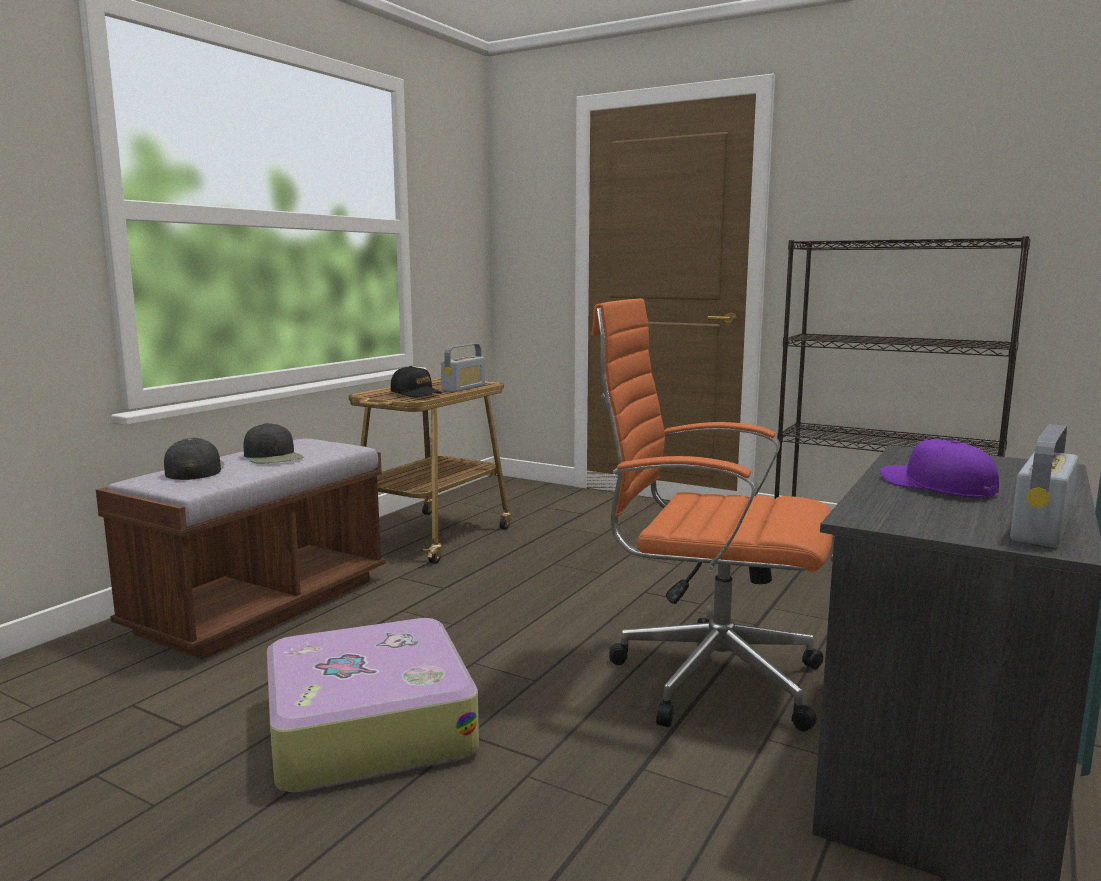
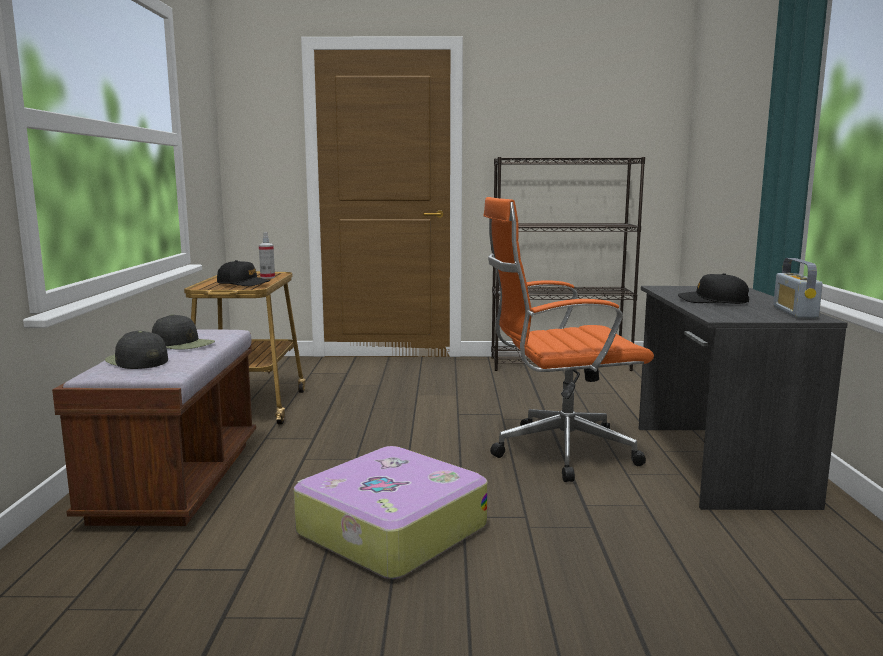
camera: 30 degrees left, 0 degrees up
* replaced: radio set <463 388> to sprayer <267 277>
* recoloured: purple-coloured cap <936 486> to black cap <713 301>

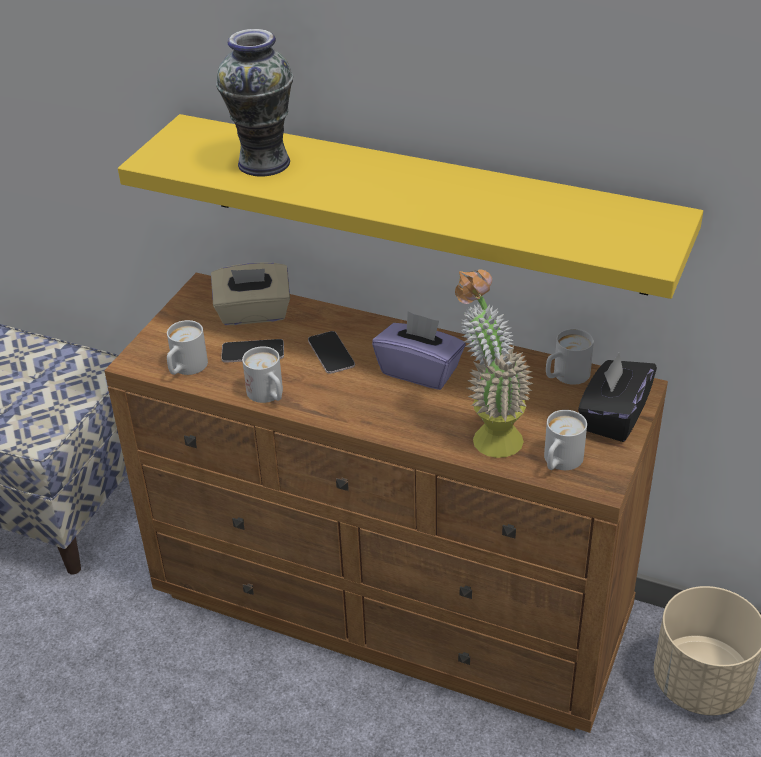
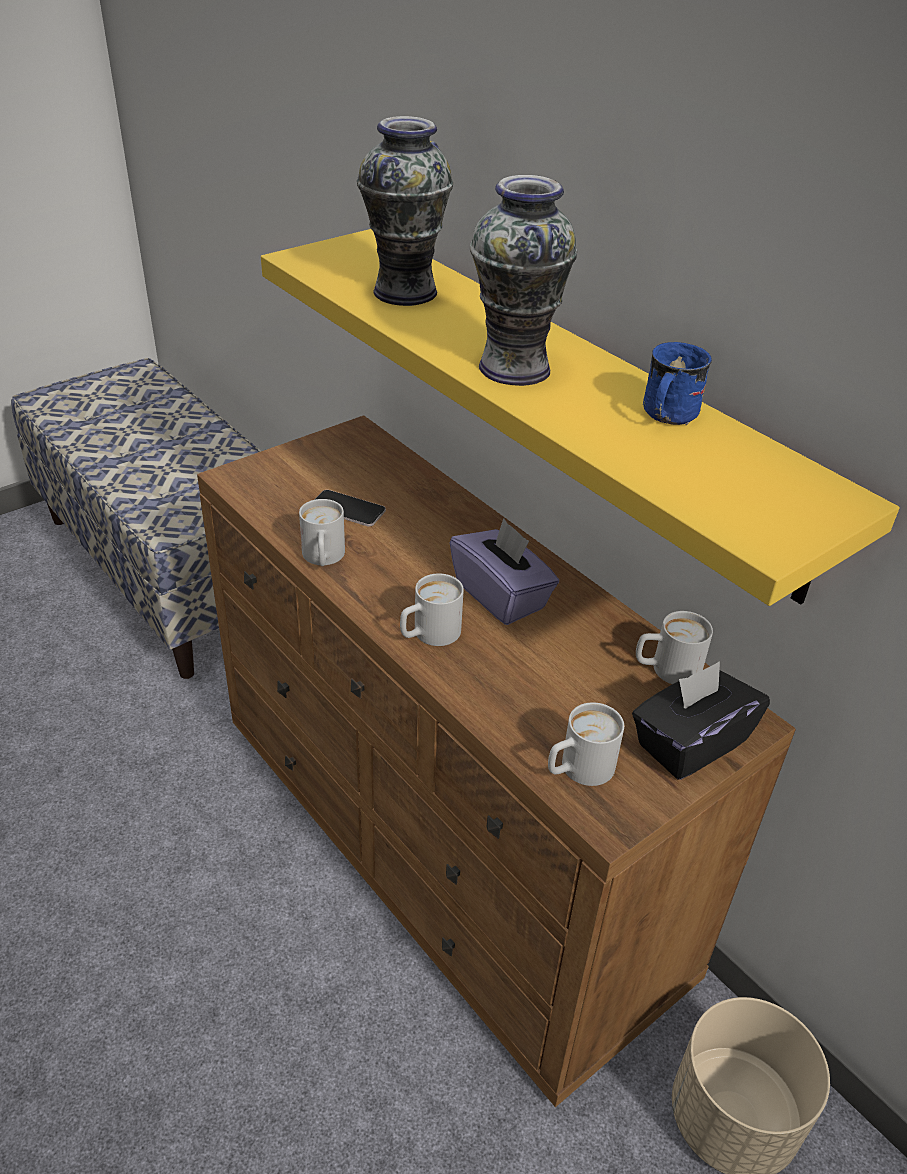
camera: 25 degrees right, 0 degrees up
* removed: beige tissue box <253 314>
* removed: handset <331 353>
* removed: potted plant <488 434>
* added: flower vase <515 368>
* added: bluish coffee mug <665 416>
* moved: white coffee mug <185 369> to <428 635>

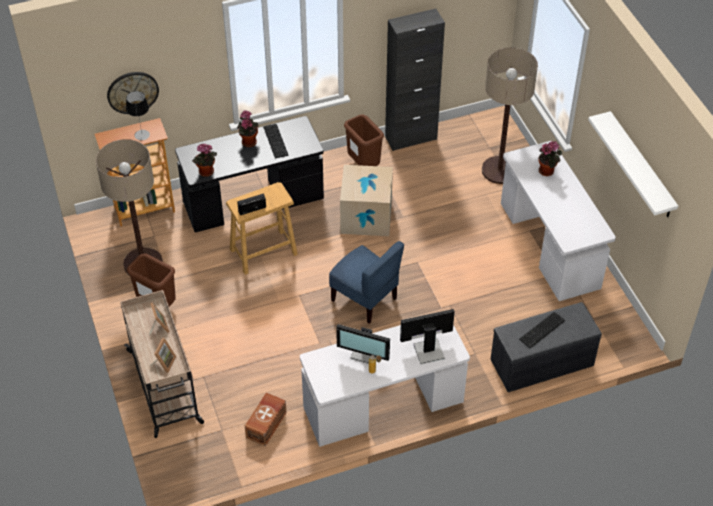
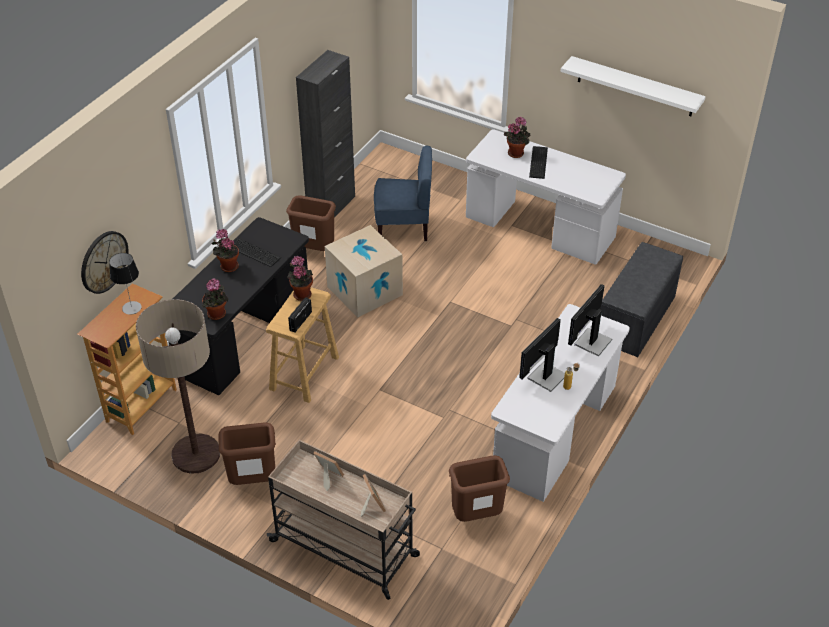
camera: 40 degrees left, 5 degrees down
* removed: floor lamp <499 170>
* added: potted plant <301 294>
* moved: bluish plain chair <365 299> to <403 227>
* moved: PC keyboard <543 330> to <539 162>
* replaced: brown-coloured storage box <267 424> to brown-coloured trash can <476 516>
* turned: computer display <366 353> = <545 376> 150 degrees clockwise

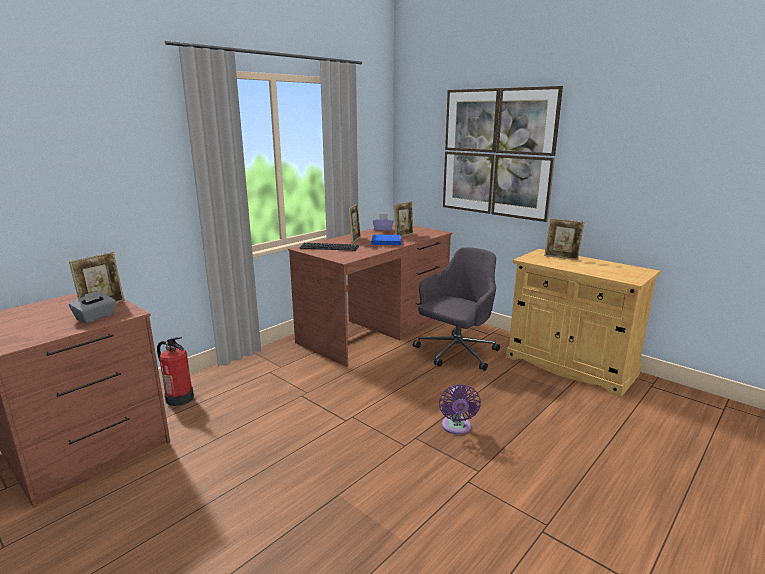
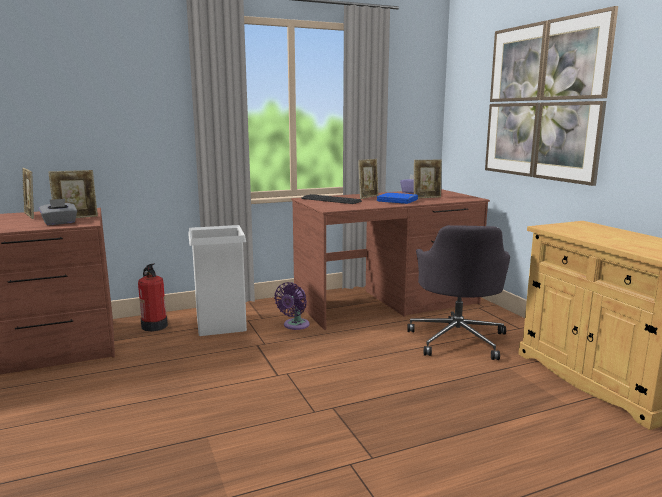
camera: 25 degrees right, 5 degrees down
* added: white trash can <221 325>
* moved: purple-coloured fan <456 428> to <295 325>
* moved: photo frame <561 257> to <31 216>
* turned: greyish office chair <456 353> = <457 339> 120 degrees clockwise

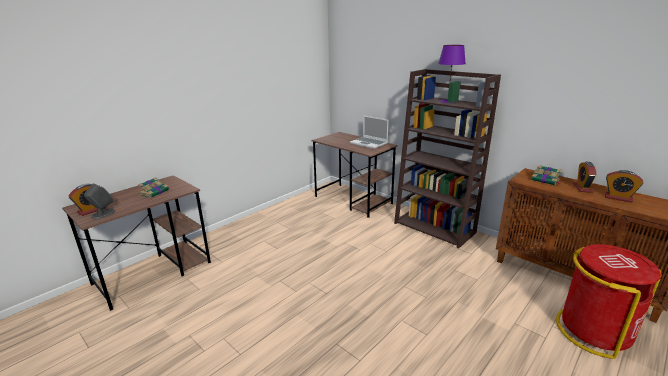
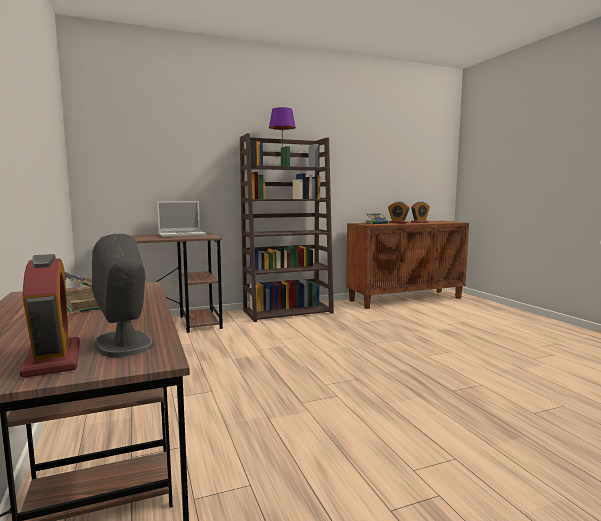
camera: 65 degrees left, 15 degrees down
* removed: red-coloured trash can <593 331>

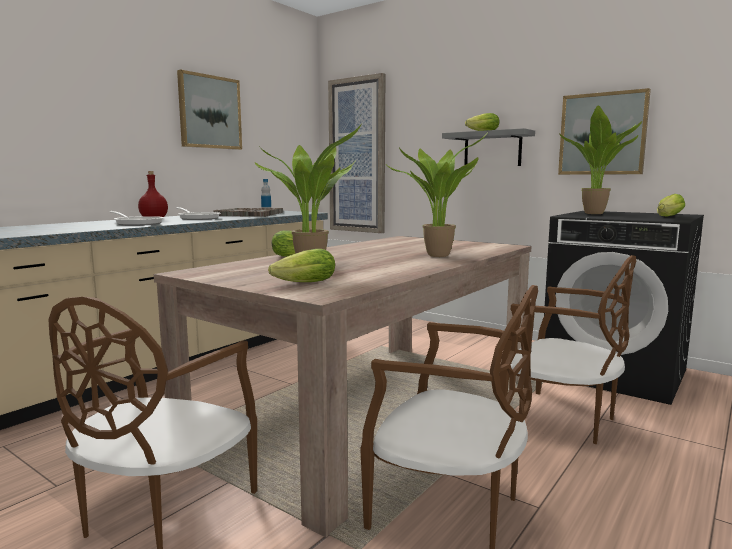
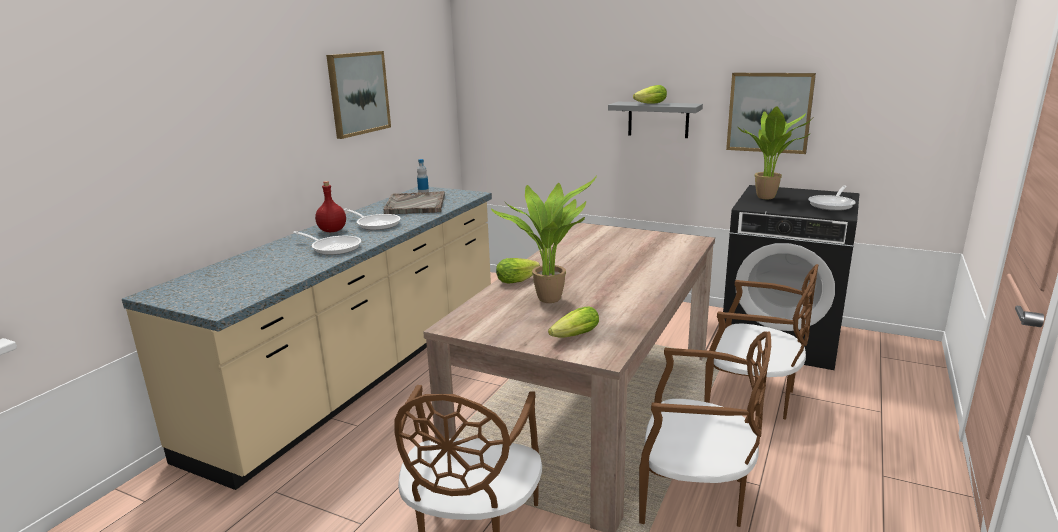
camera: 10 degrees left, 10 degrees up
* removed: picture <357 156>
* removed: potted plant <439 255>
* replaced: head of lettuce <667 217> to pan <832 204>

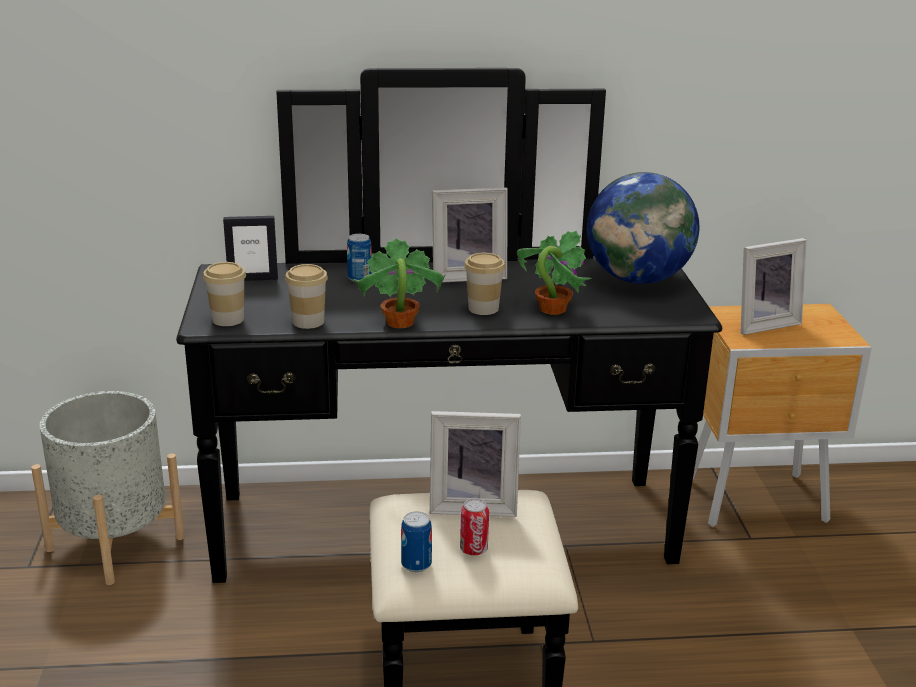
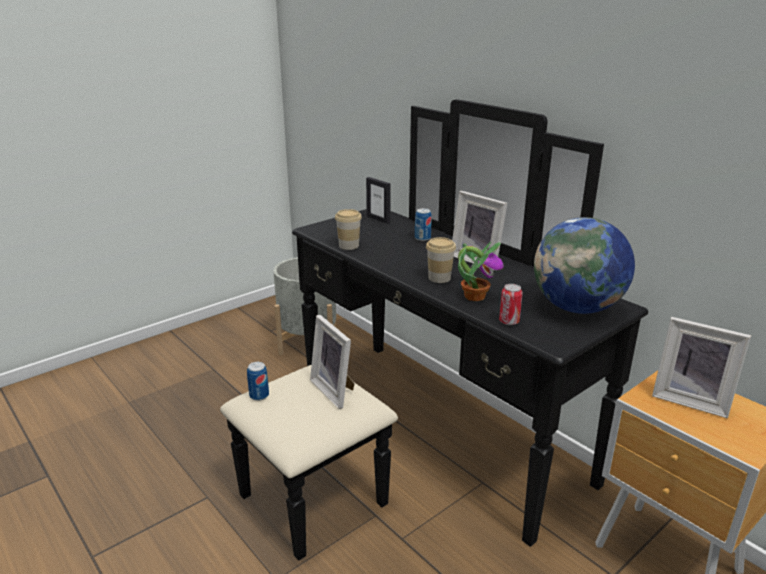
camera: 55 degrees right, 0 degrees up
* removed: cup <228 319>
* removed: potted plant <399 323>
* moved: metal can <473 549> to <509 322>

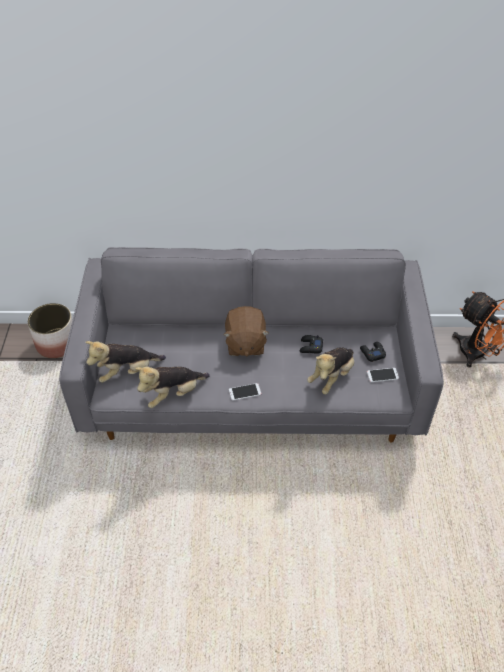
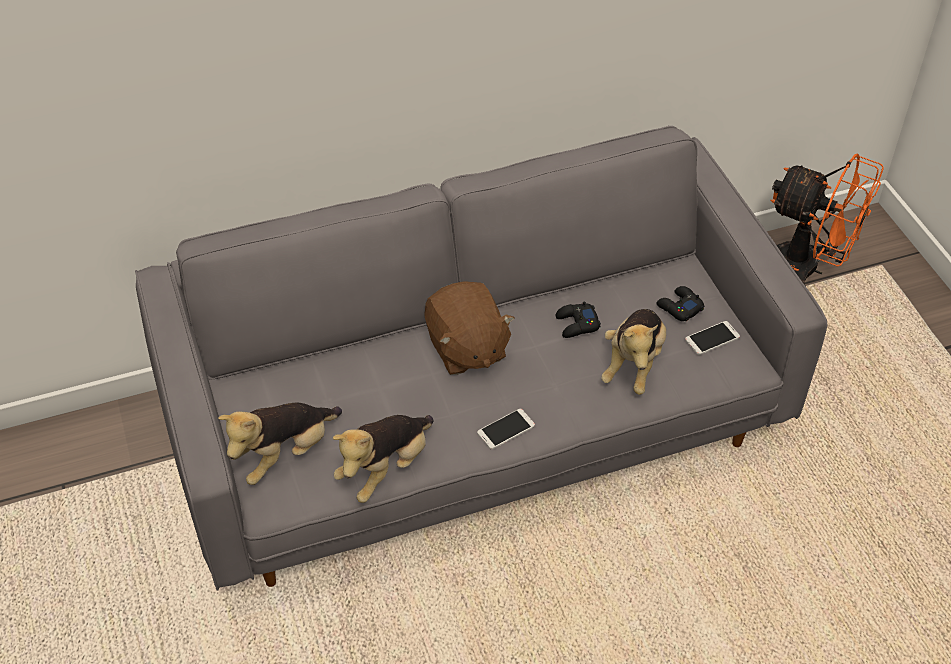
camera: 20 degrees left, 0 degrees up
* removed: flower pot <57 343>

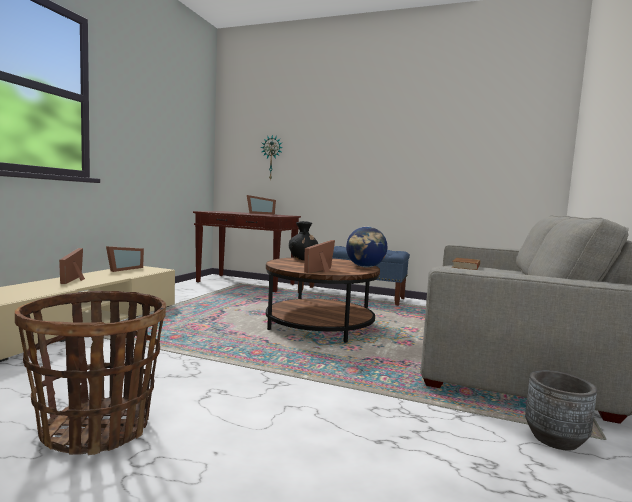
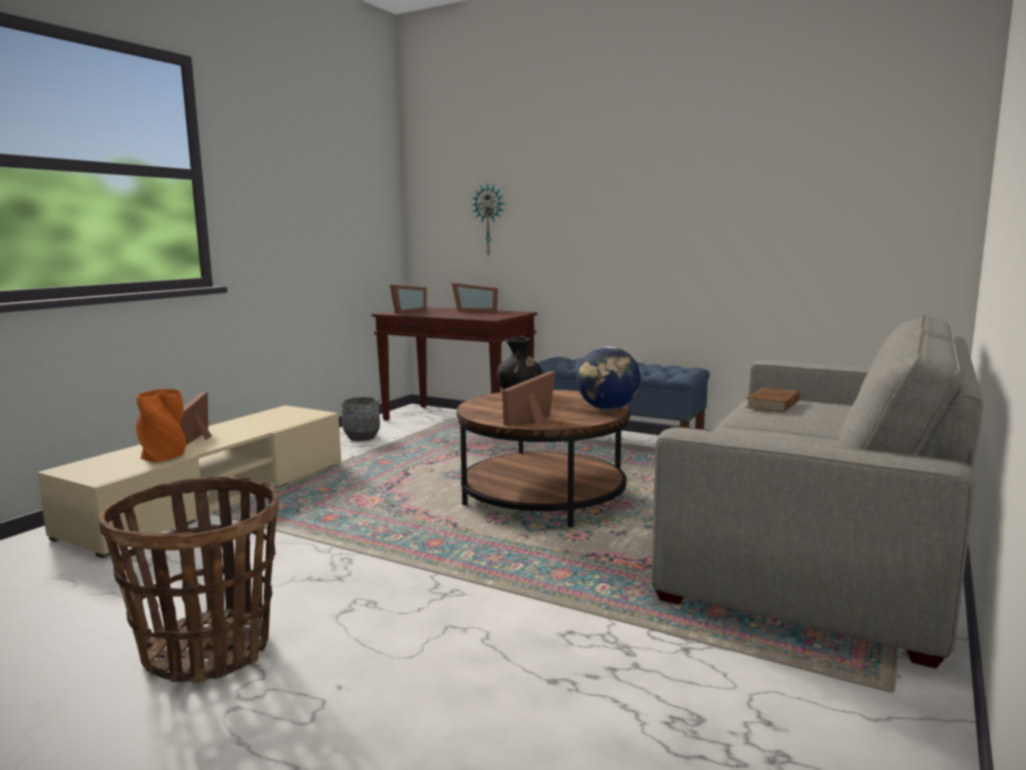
camera: 10 degrees right, 5 degrees up
* added: orange flower vase <164 456>
* moved: photo frame <123 269> to <406 311>
* moved: greyish flower pot <555 438> to <362 437>

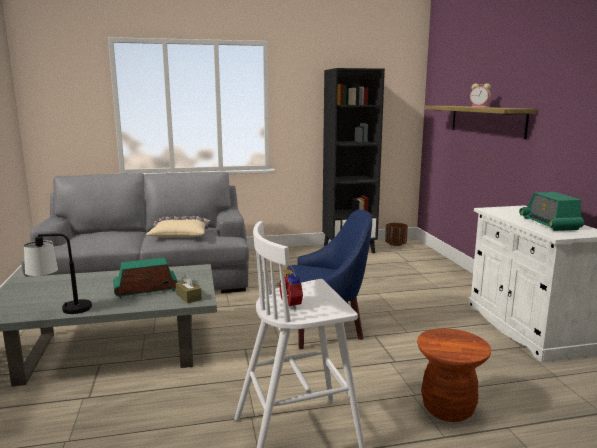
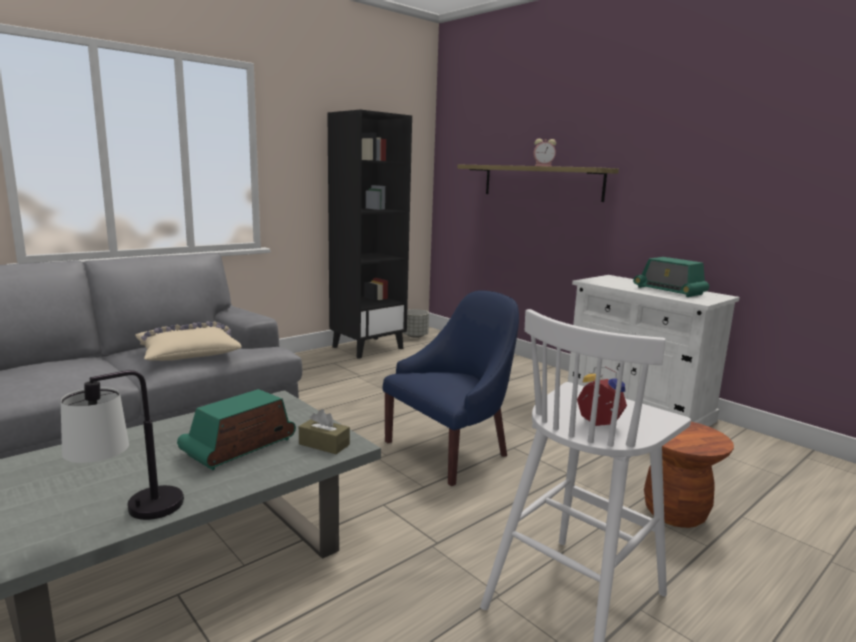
camera: 30 degrees left, 0 degrees up
* recoloured: brown-coloured flower pot <395 245> to greyish flower pot <415 336>

